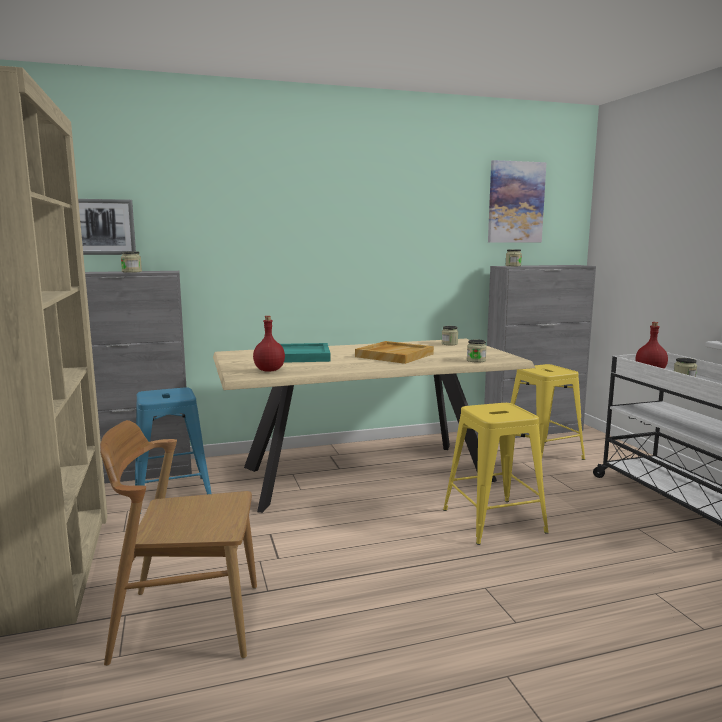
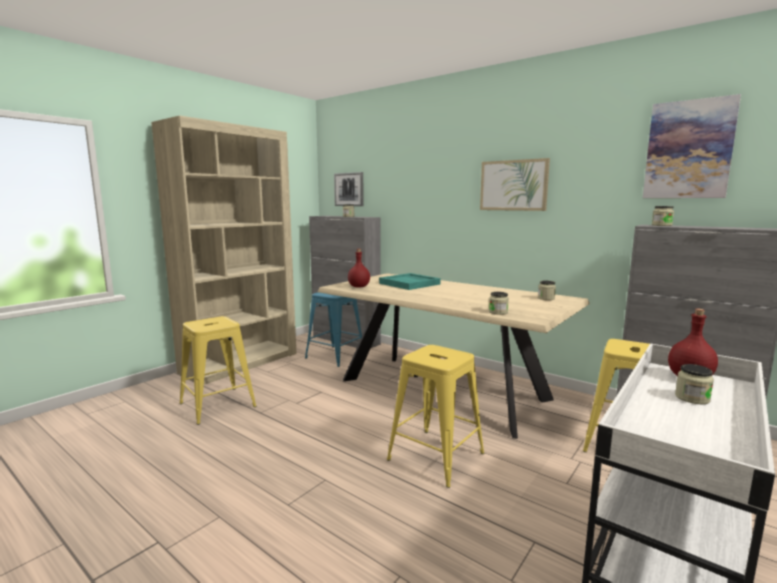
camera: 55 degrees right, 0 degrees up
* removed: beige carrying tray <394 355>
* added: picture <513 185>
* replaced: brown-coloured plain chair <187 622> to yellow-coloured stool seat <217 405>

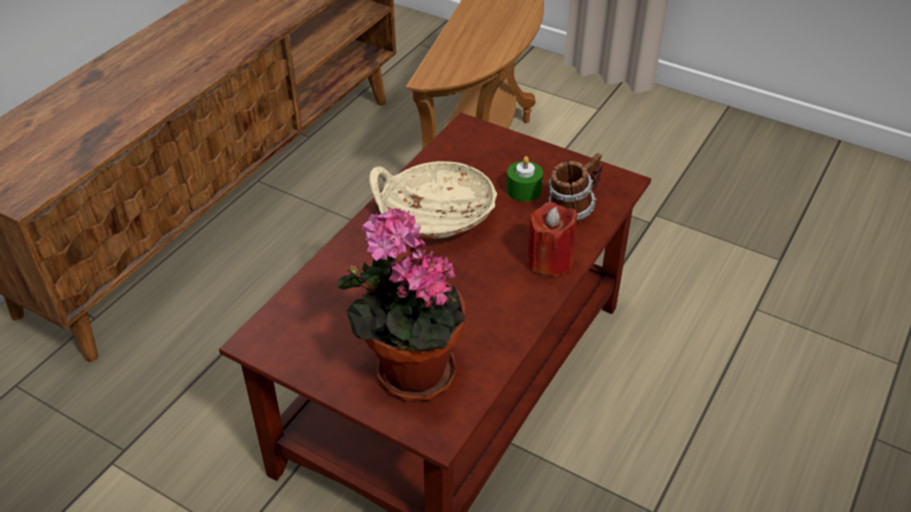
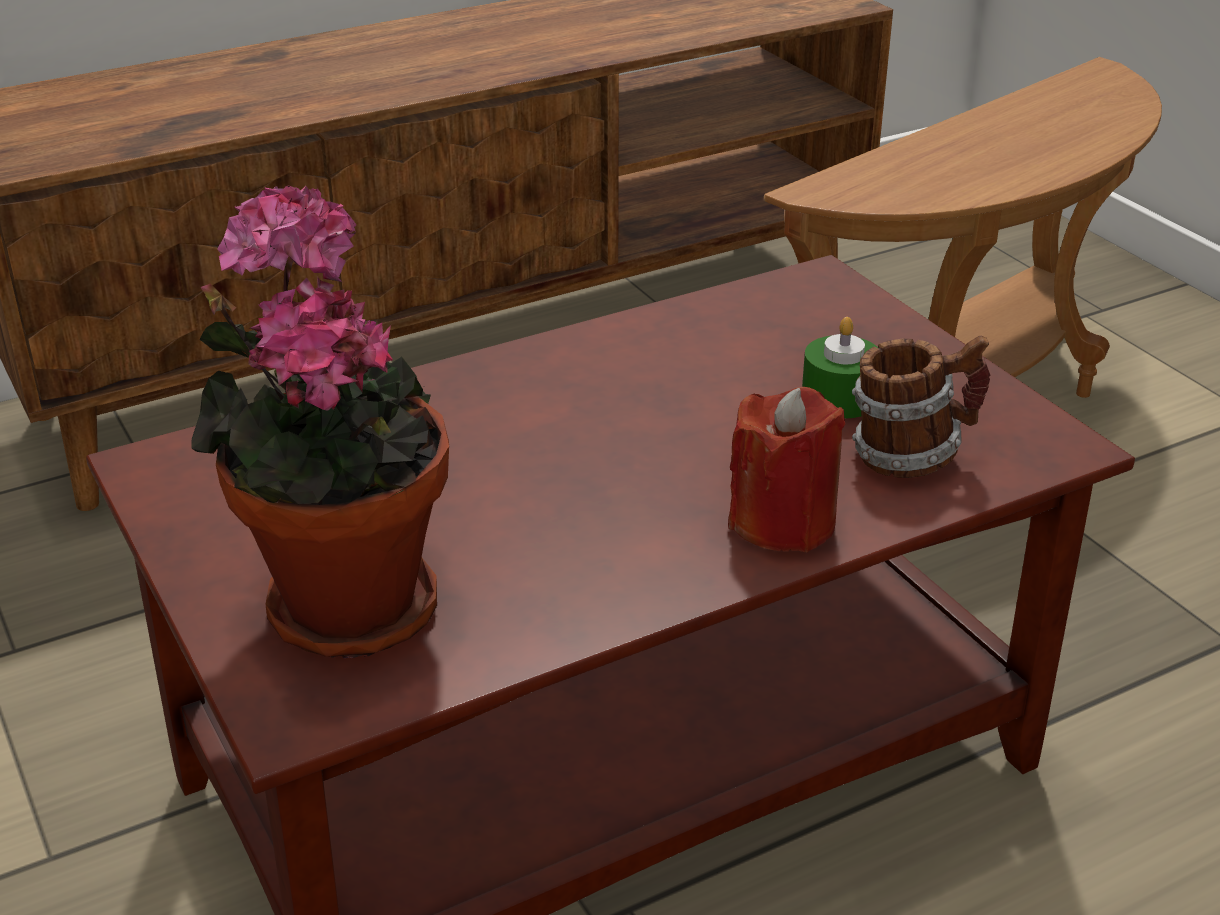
camera: 30 degrees right, 10 degrees down
* removed: beige bowl <433 215>

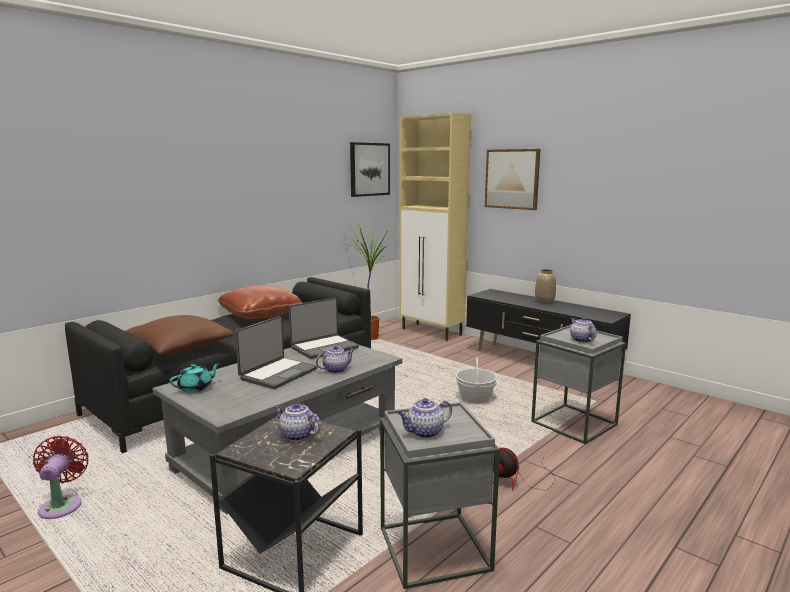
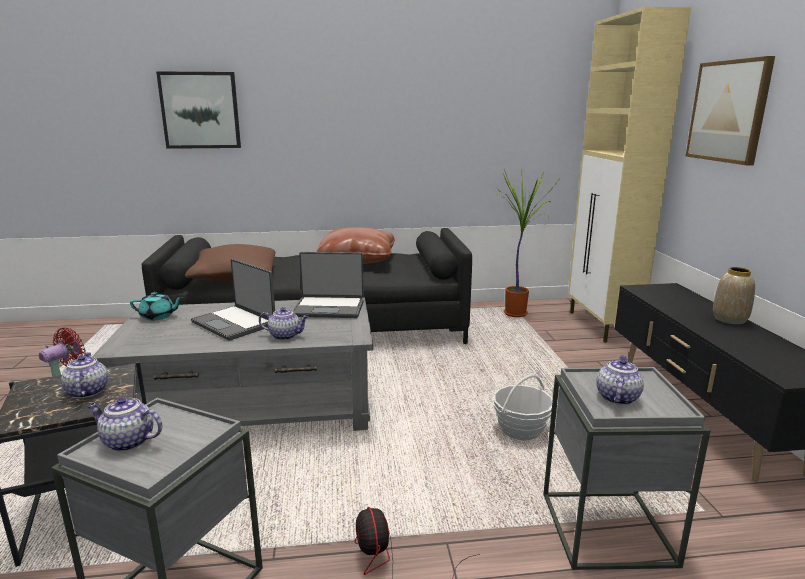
camera: 40 degrees right, 5 degrees up
* moved: picture <369 169> to <200 110>
* turned: notebook computer <277 374> = <235 323> 60 degrees clockwise

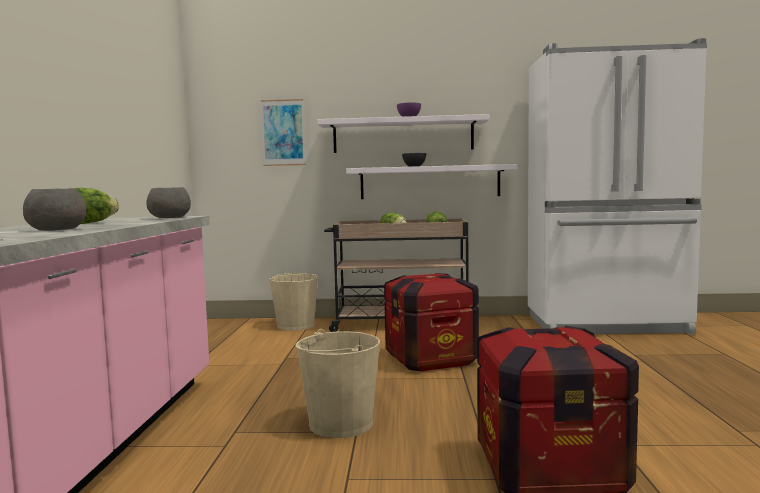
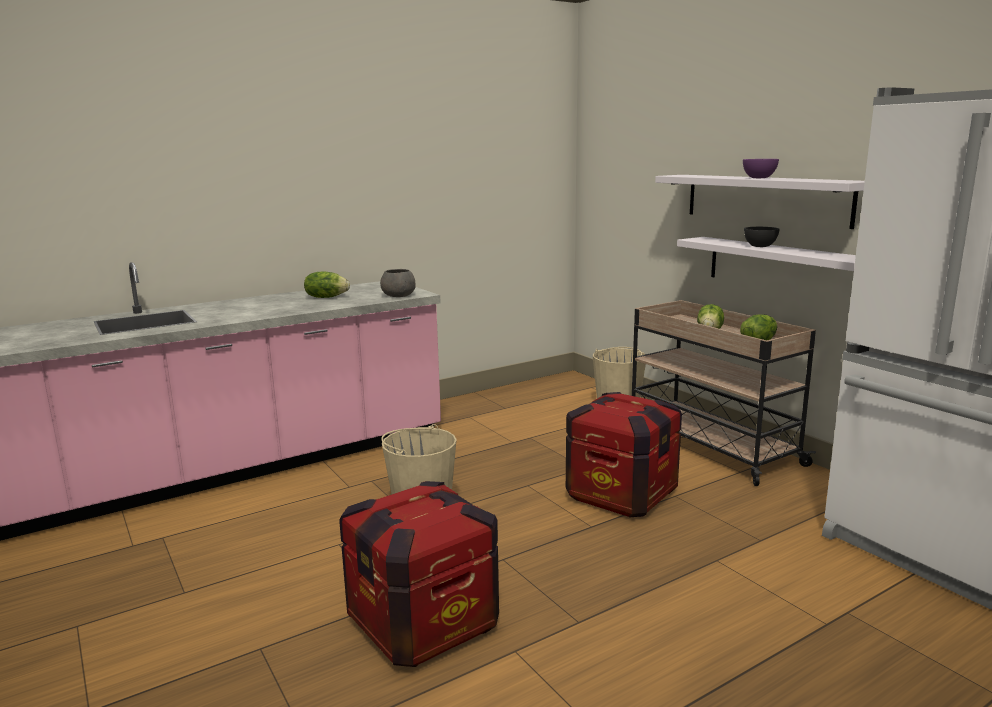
camera: 55 degrees right, 10 degrees up
* removed: greyish bowl <56 230>
* removed: picture <283 132>

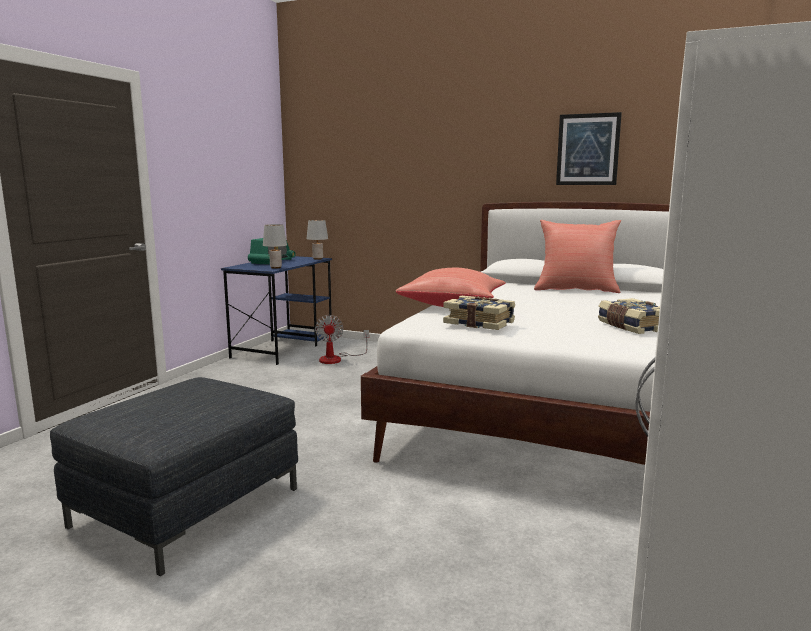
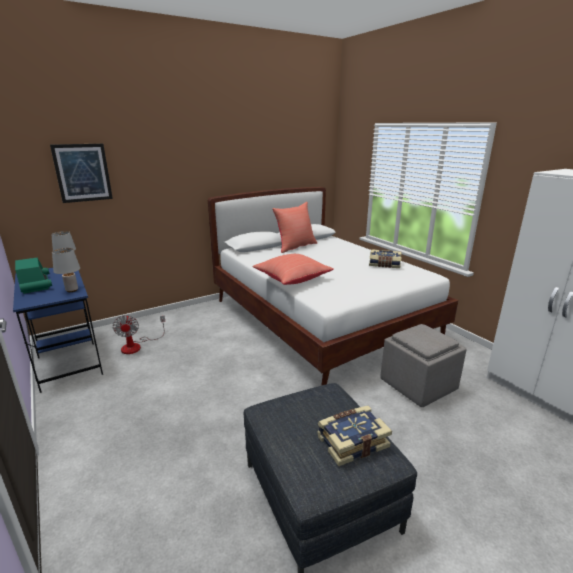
camera: 55 degrees left, 10 degrees up
* added: greyish pouffe <418 384>
* moved: book <479 323> to <351 441>
* moved: picture <588 149> to <82 173>
* turned: fan <336 359> = <137 346> 45 degrees clockwise

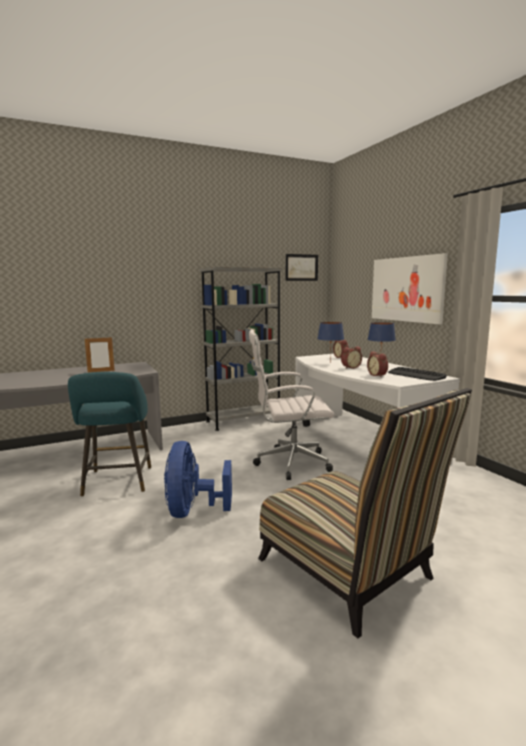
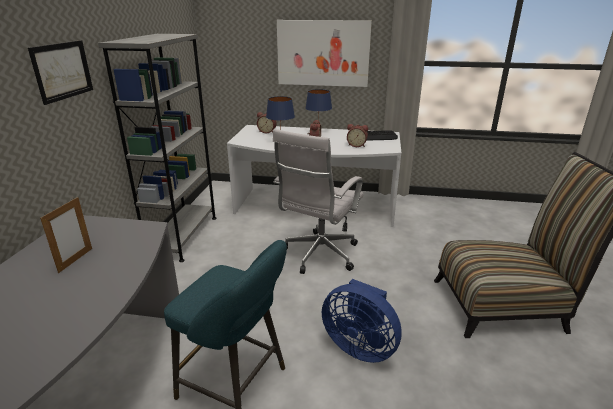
camera: 55 degrees left, 15 degrees up
* moved: picture <301 267> to <62 71>

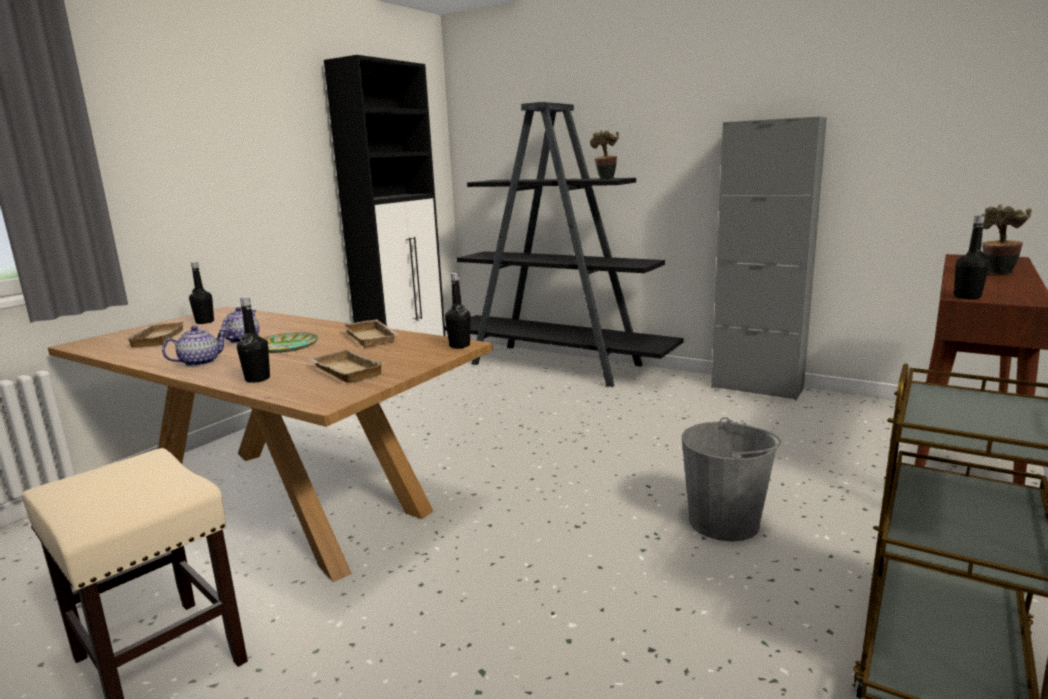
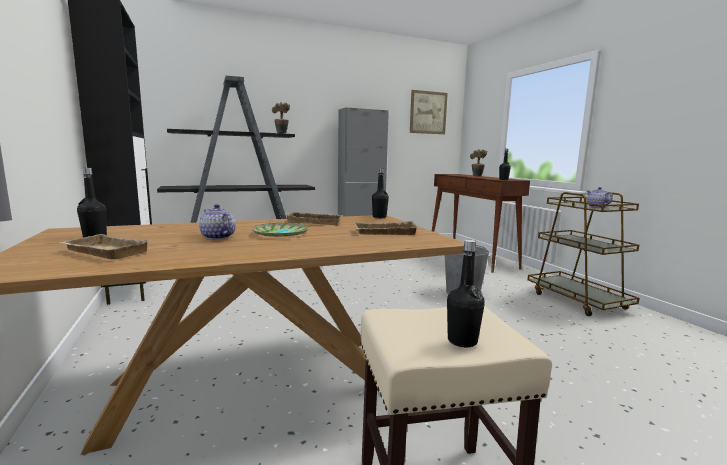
camera: 55 degrees left, 5 degrees down
* added: picture <428 112>
* moved: tea pot <200 362> to <596 206>
* moved: black bottle <257 379> to <462 341>

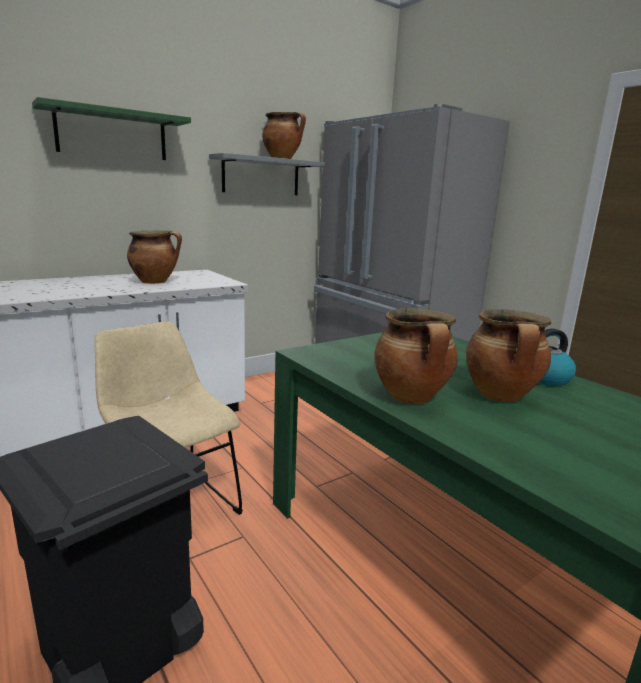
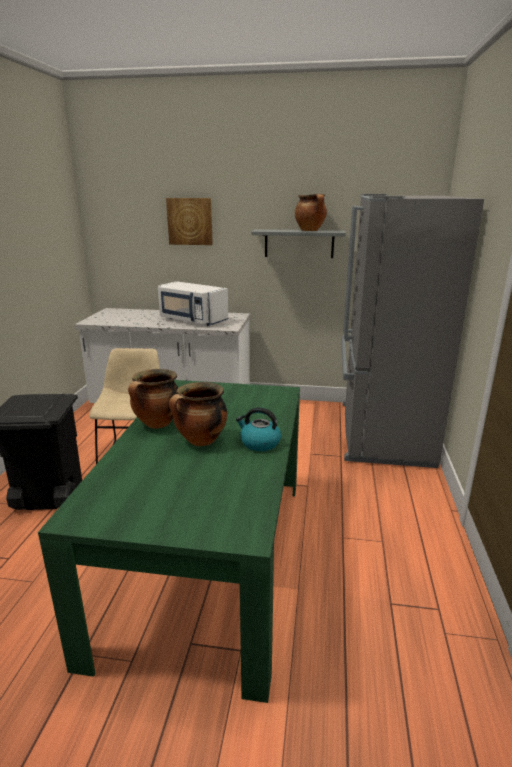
camera: 45 degrees right, 5 degrees up
* replaced: greenish shelf <112 134> to picture <190 221>
* replaced: cooking pot <155 282> to white kitchen microwave <192 320>

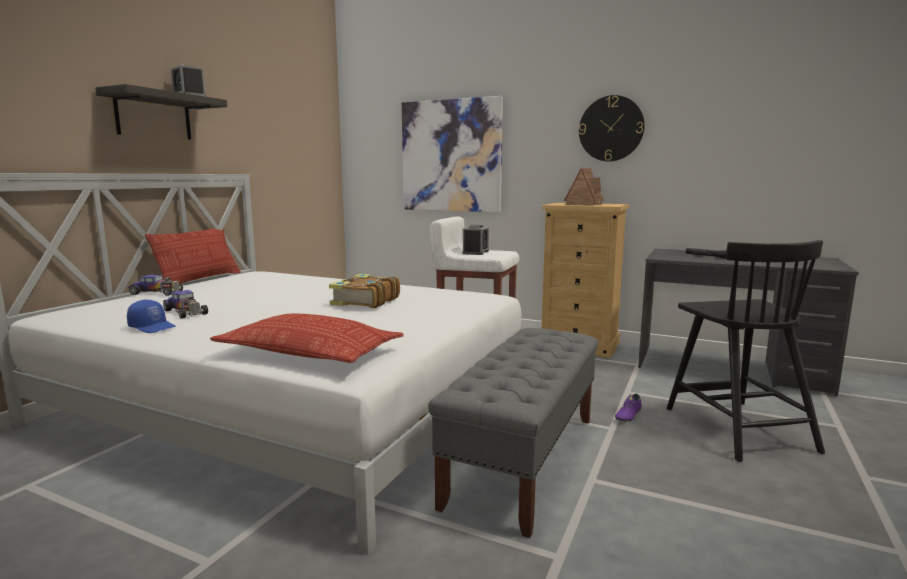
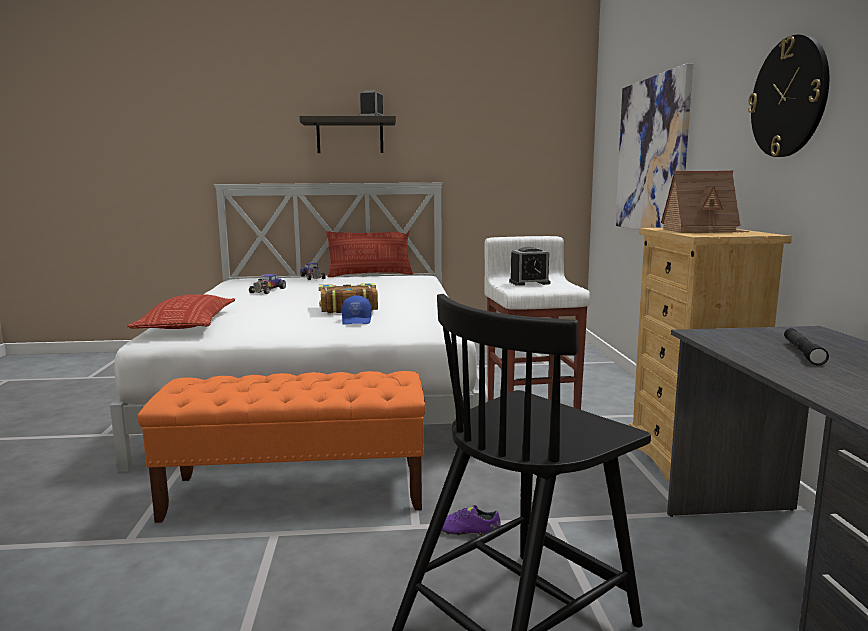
camera: 60 degrees right, 0 degrees up
* moved: bluish cap <153 327> to <357 321>
* recoloured: greyish bench <524 458> to orange bench <297 493>

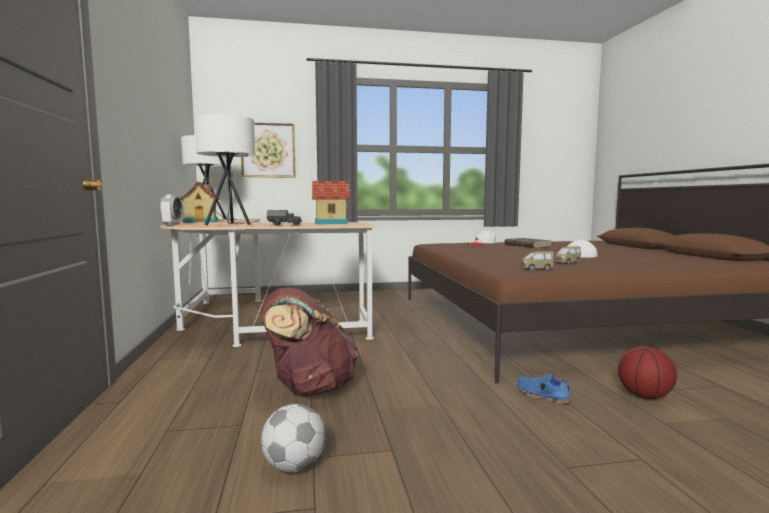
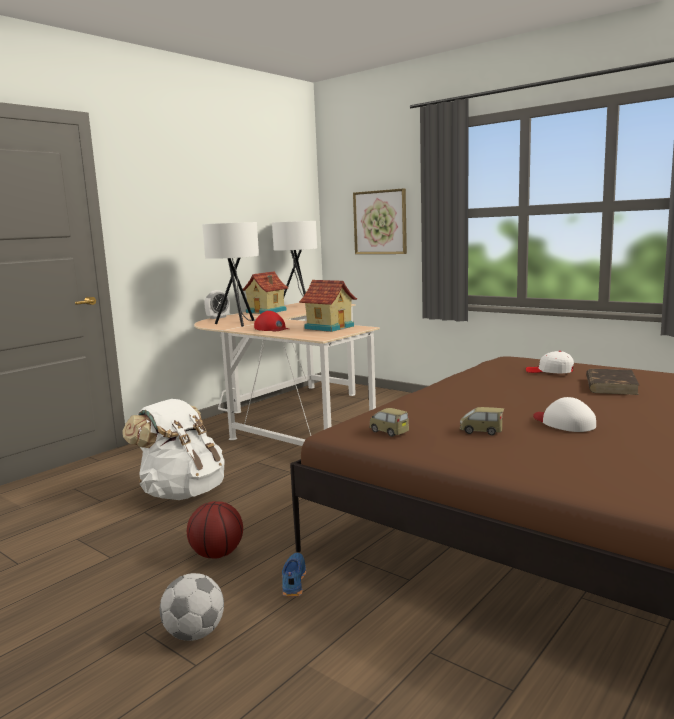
camera: 50 degrees right, 5 degrees up
* moved: football <294 466> to <195 634>
* moved: basketball ball <644 396> to <217 554>
* replaced: toy truck <284 225> to red-coloured cap <272 328>
* recoloured: brown-coloured rucksack <308 388> to white rucksack <182 492>

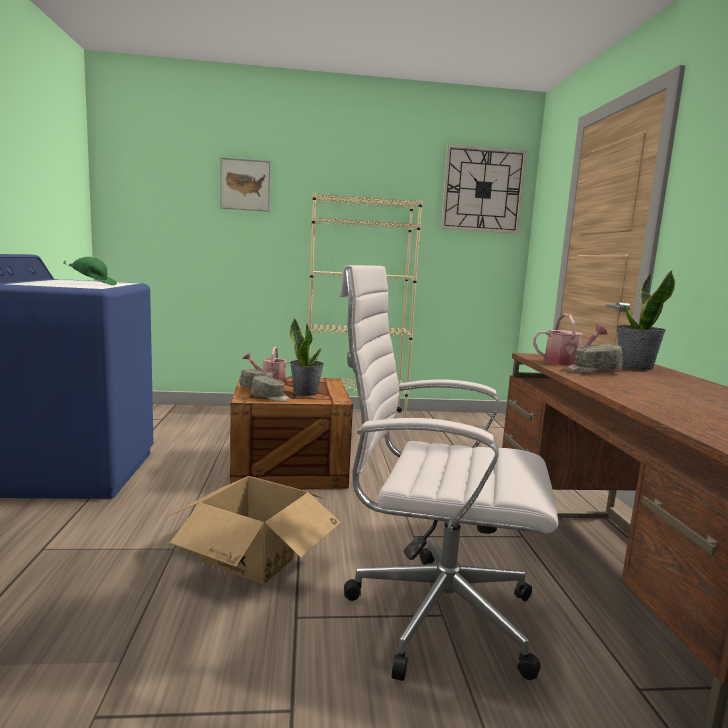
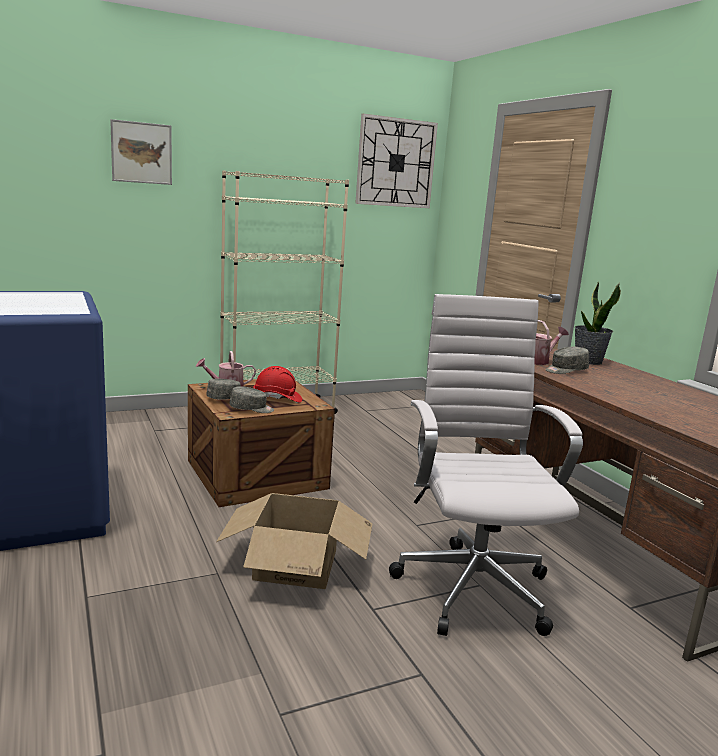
camera: 20 degrees left, 5 degrees up
* removed: greenish cap <94 284>
* replaced: potted plant <305 392> to red-coloured work helmet <277 399>
* turned: white office chair <432 614> = <472 585> 90 degrees clockwise

